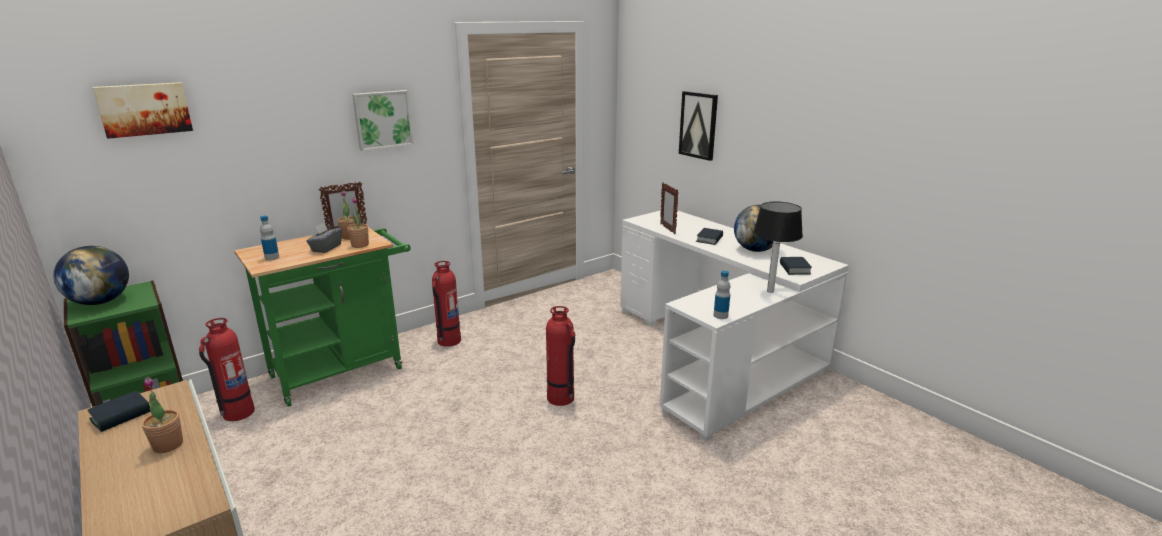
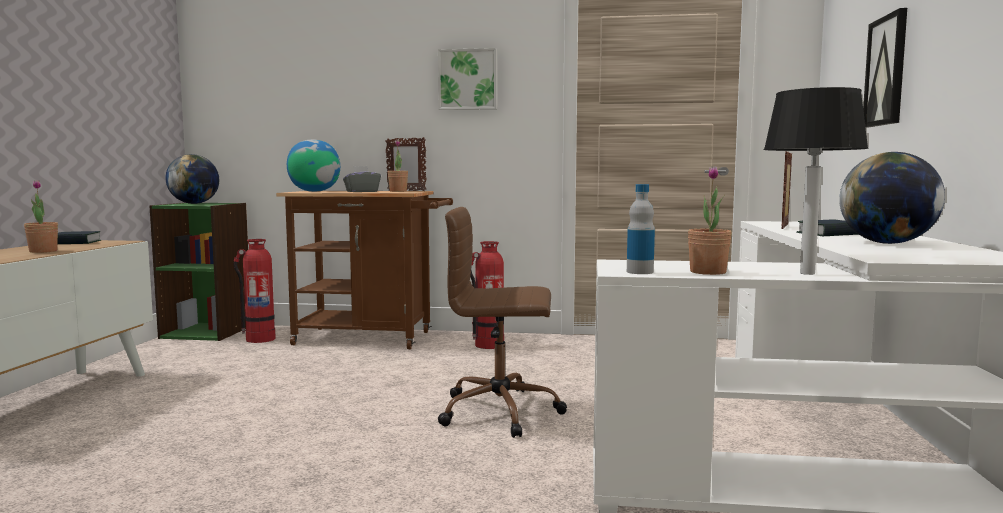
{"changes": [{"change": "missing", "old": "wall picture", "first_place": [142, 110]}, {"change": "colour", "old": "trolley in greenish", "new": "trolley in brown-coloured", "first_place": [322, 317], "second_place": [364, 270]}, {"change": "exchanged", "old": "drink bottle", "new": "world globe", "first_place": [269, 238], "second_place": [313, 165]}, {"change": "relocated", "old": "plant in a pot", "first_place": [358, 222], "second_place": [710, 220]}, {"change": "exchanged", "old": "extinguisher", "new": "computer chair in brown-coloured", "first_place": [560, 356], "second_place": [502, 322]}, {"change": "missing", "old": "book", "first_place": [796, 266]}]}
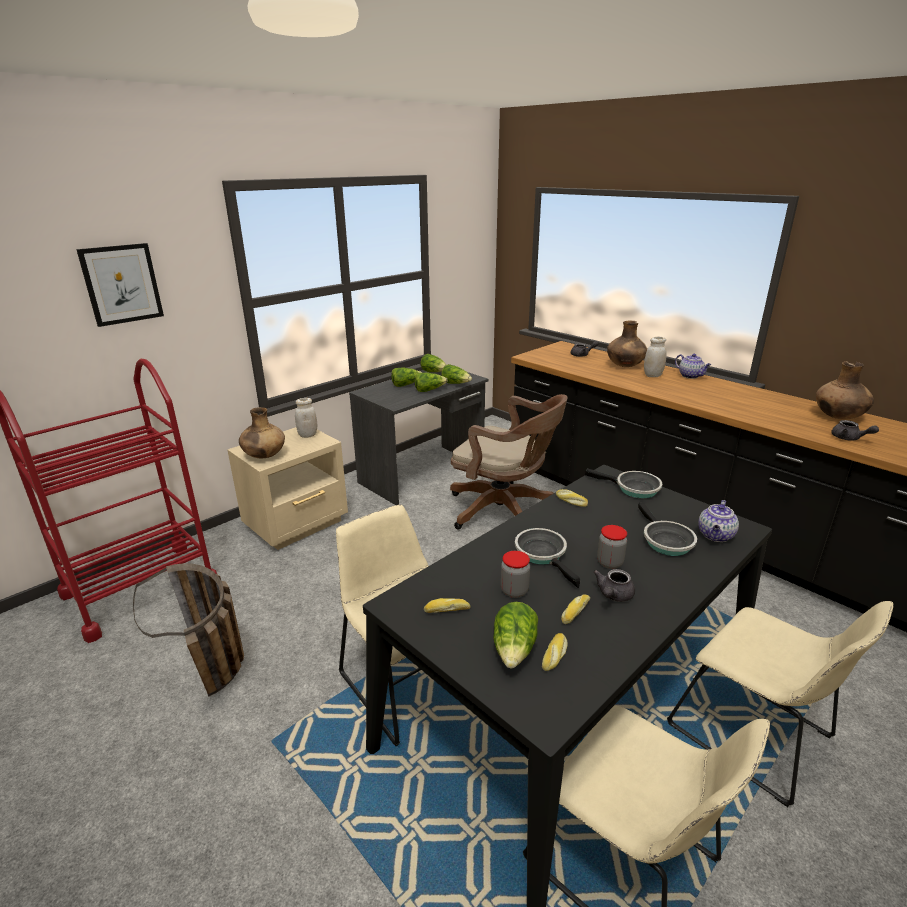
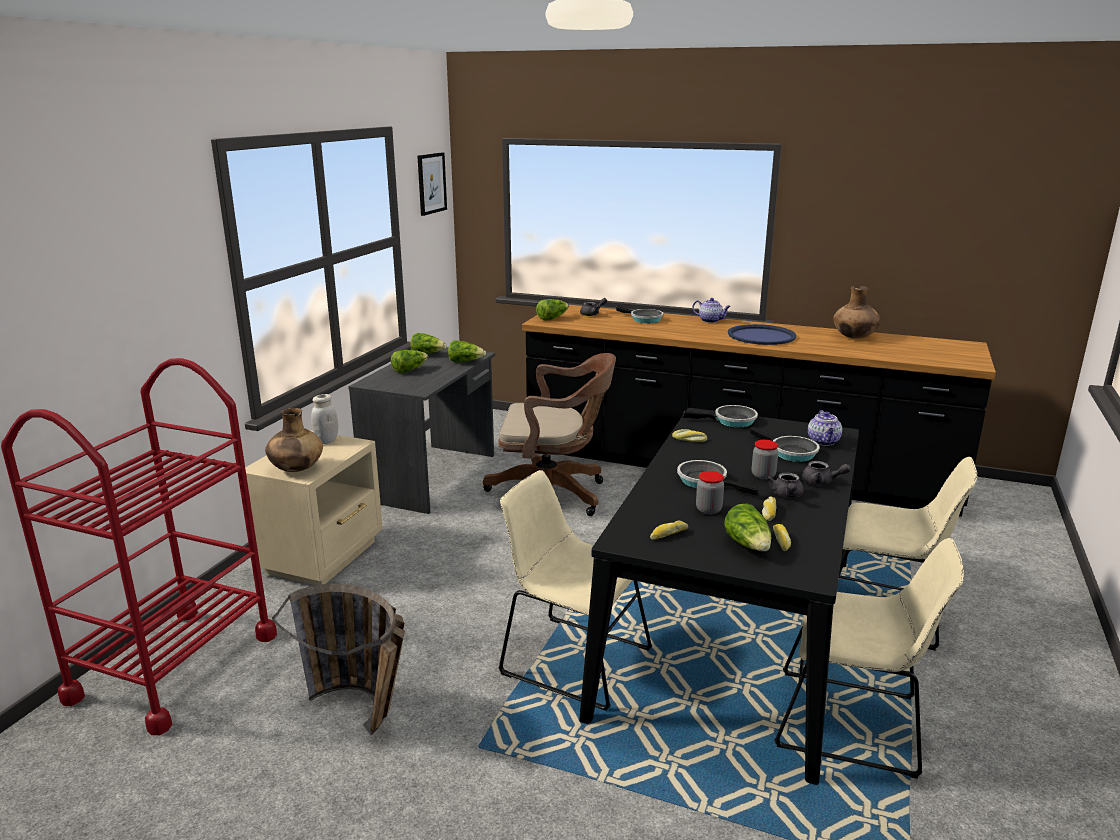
{"changes": [{"change": "relocated", "old": "wall picture", "first_place": [120, 285], "second_place": [432, 184]}, {"change": "relocated", "old": "lettuce head", "first_place": [431, 382], "second_place": [552, 310]}, {"change": "exchanged", "old": "vase in brown-coloured", "new": "frying pan", "first_place": [627, 344], "second_place": [639, 314]}, {"change": "missing", "old": "storage jar in white-coloured", "first_place": [655, 357]}, {"change": "relocated", "old": "pot for tea in grey", "first_place": [855, 430], "second_place": [826, 473]}, {"change": "appeared", "new": "carrying tray in blue-coloured", "second_place": [762, 334]}]}
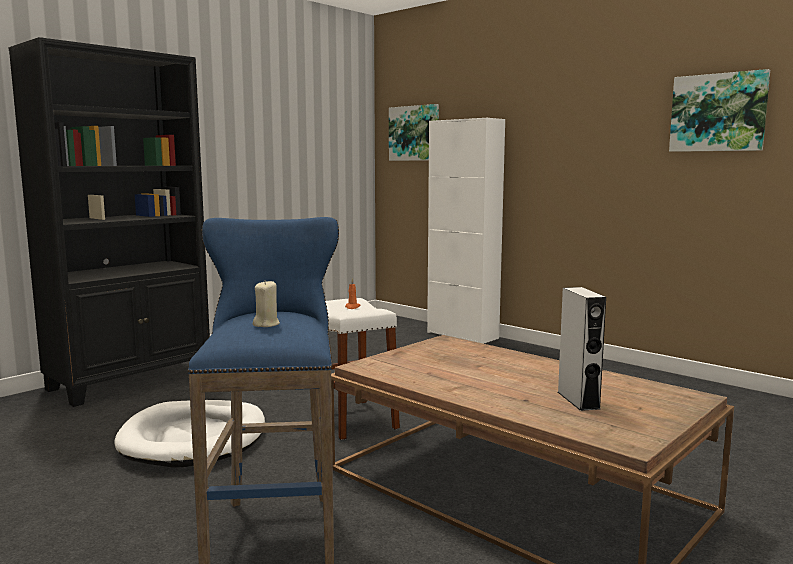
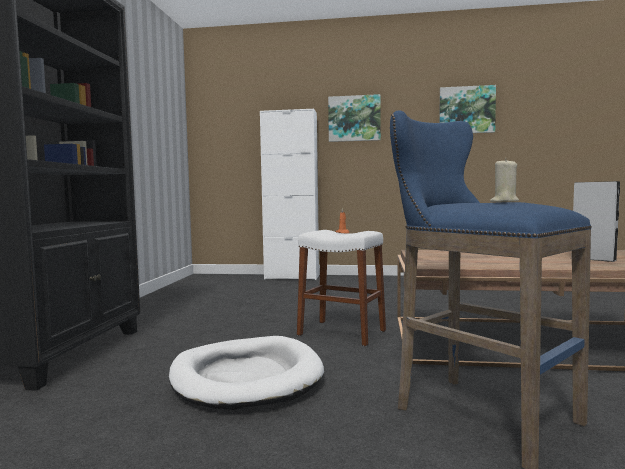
{"changes": [{"change": "relocated", "old": "wall picture", "first_place": [414, 132], "second_place": [354, 118]}]}
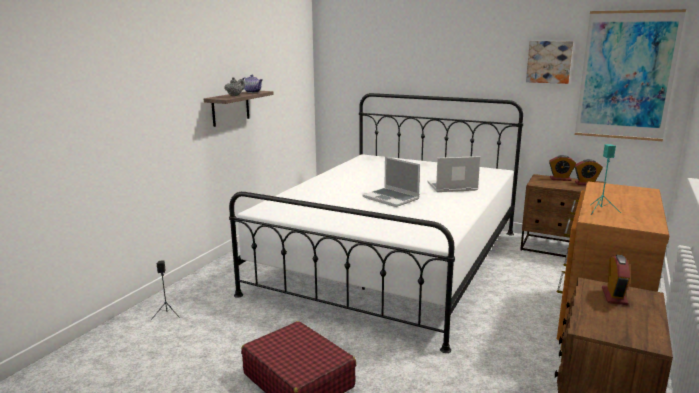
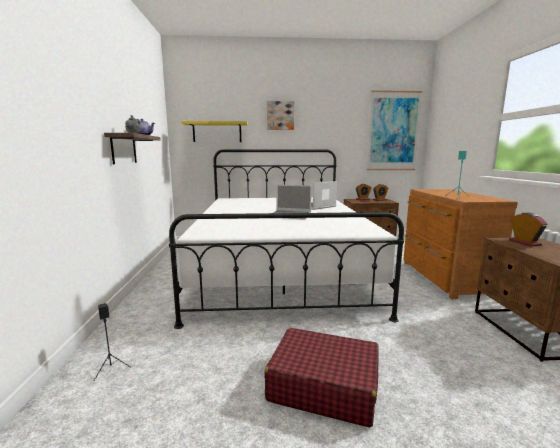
{"changes": [{"change": "relocated", "old": "wall picture", "first_place": [550, 62], "second_place": [280, 115]}, {"change": "appeared", "new": "wall shelf in yellow", "second_place": [214, 131]}]}
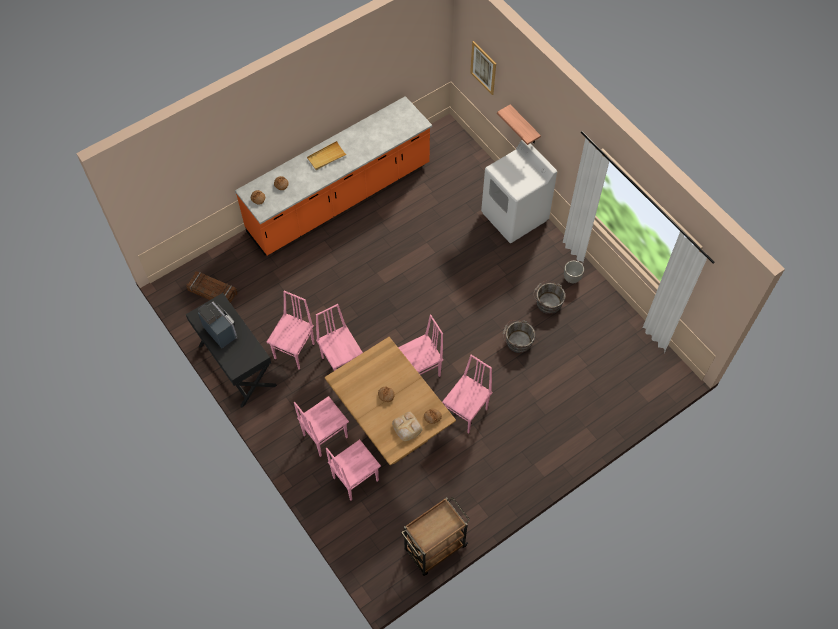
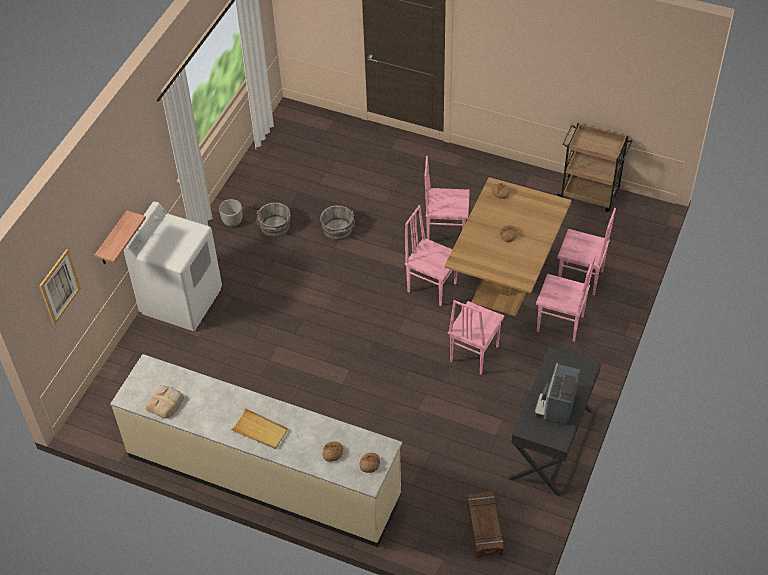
{"changes": [{"change": "colour", "old": "kitchen counter in orange", "new": "kitchen counter in beige", "first_place": [333, 176], "second_place": [256, 450]}, {"change": "missing", "old": "plain chair in pink", "first_place": [291, 330]}, {"change": "relocated", "old": "baked bread", "first_place": [407, 426], "second_place": [164, 402]}]}
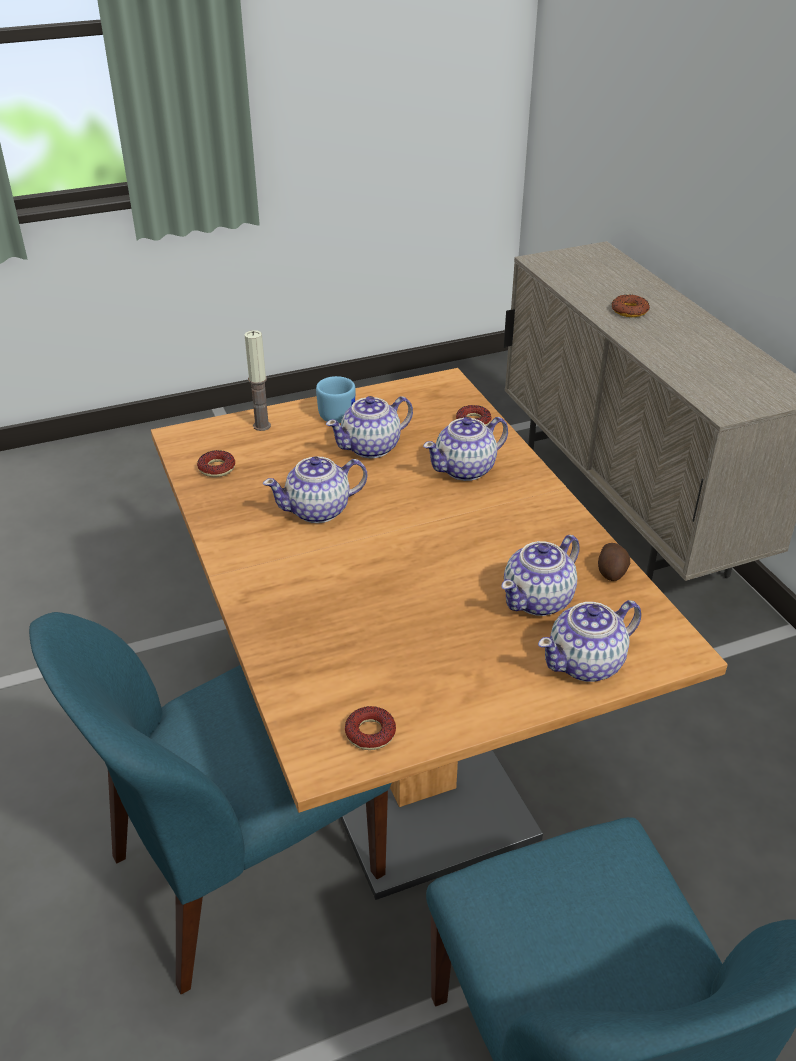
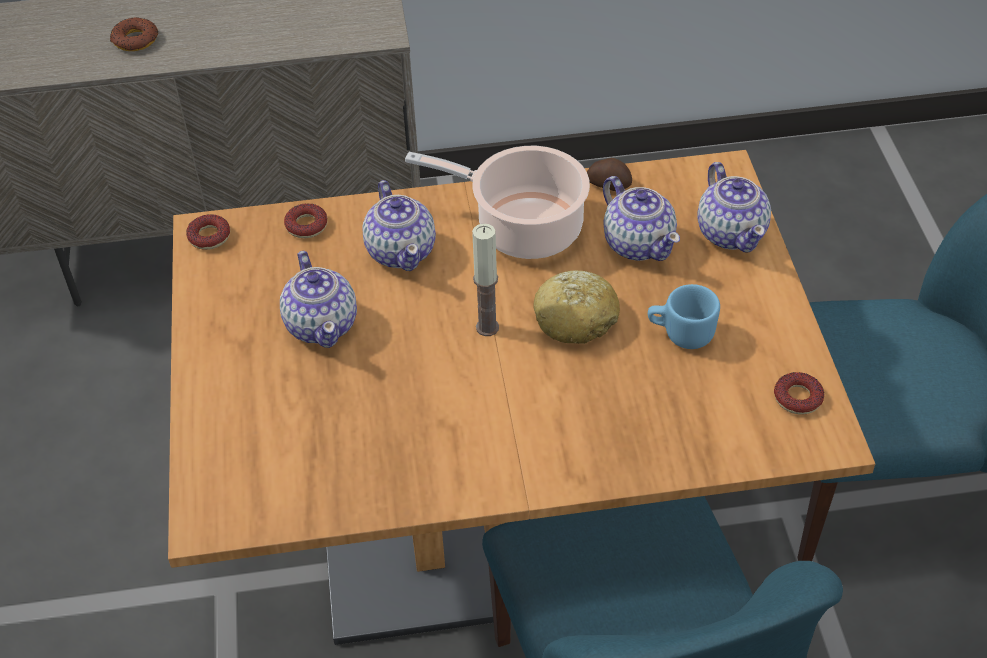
{"changes": [{"change": "relocated", "old": "donut", "first_place": [216, 463], "second_place": [208, 232]}, {"change": "relocated", "old": "wax light", "first_place": [257, 380], "second_place": [485, 279]}, {"change": "missing", "old": "pot for tea", "first_place": [315, 489]}, {"change": "relocated", "old": "tea mug in blue-coloured", "first_place": [336, 399], "second_place": [684, 316]}, {"change": "appeared", "new": "cooking pot", "second_place": [497, 202]}, {"change": "appeared", "new": "baked bread", "second_place": [577, 307]}]}
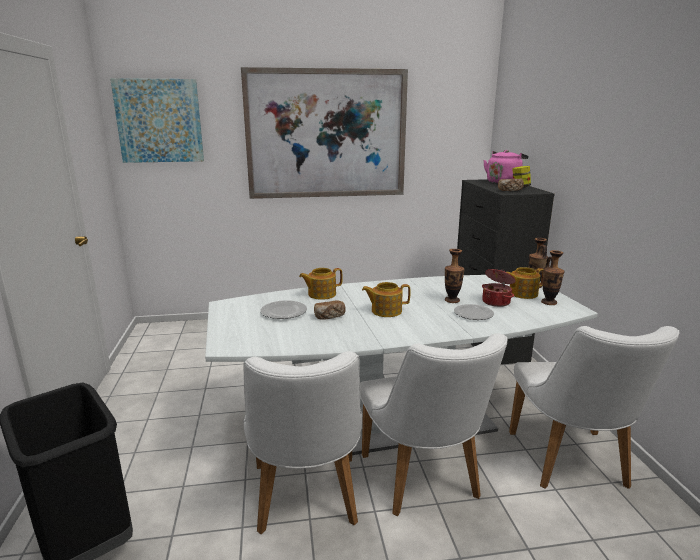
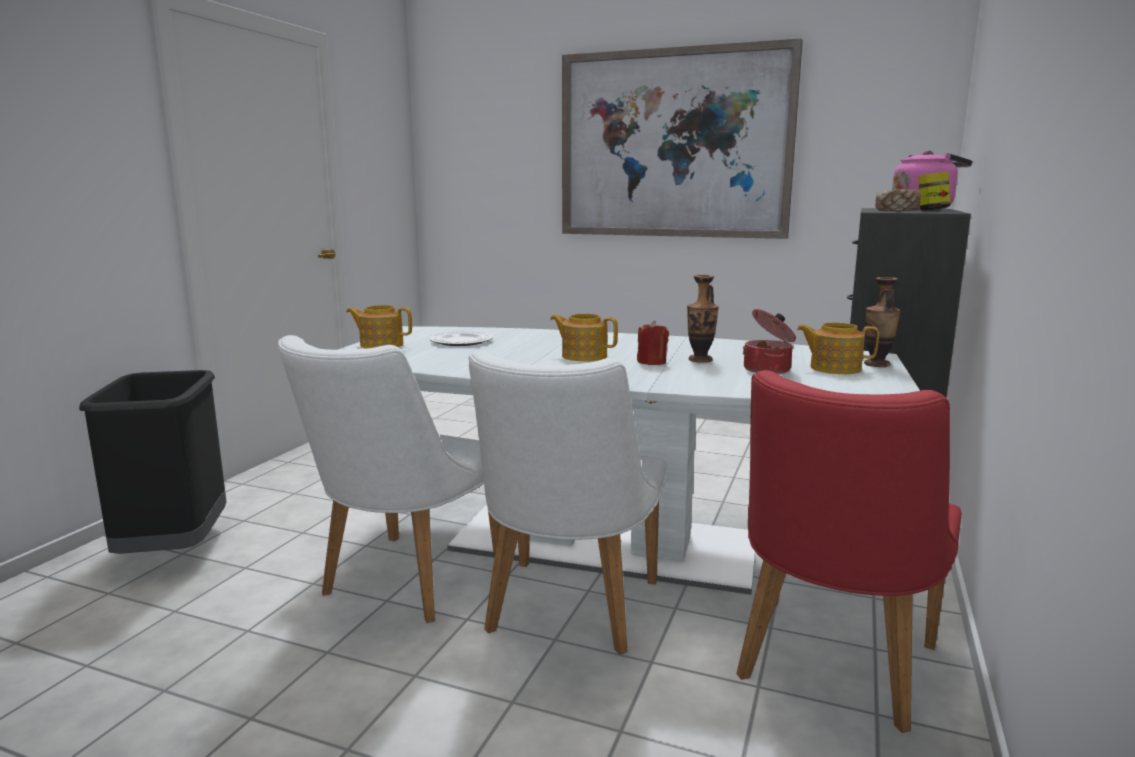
{"changes": [{"change": "missing", "old": "wall picture", "first_place": [157, 120]}, {"change": "relocated", "old": "pot for tea", "first_place": [321, 284], "second_place": [379, 327]}, {"change": "missing", "old": "baked bread", "first_place": [330, 310]}, {"change": "missing", "old": "dinner plate", "first_place": [474, 312]}, {"change": "colour", "old": "plain chair in white-coloured", "new": "plain chair in red-coloured", "first_place": [594, 407], "second_place": [849, 551]}, {"change": "missing", "old": "vase", "first_place": [552, 277]}, {"change": "appeared", "new": "wax light in red-coloured", "second_place": [653, 342]}]}
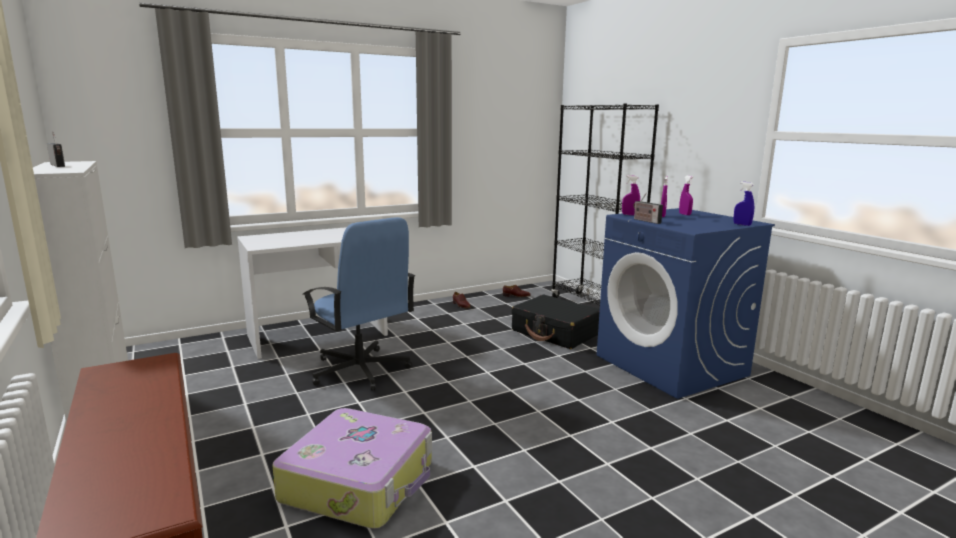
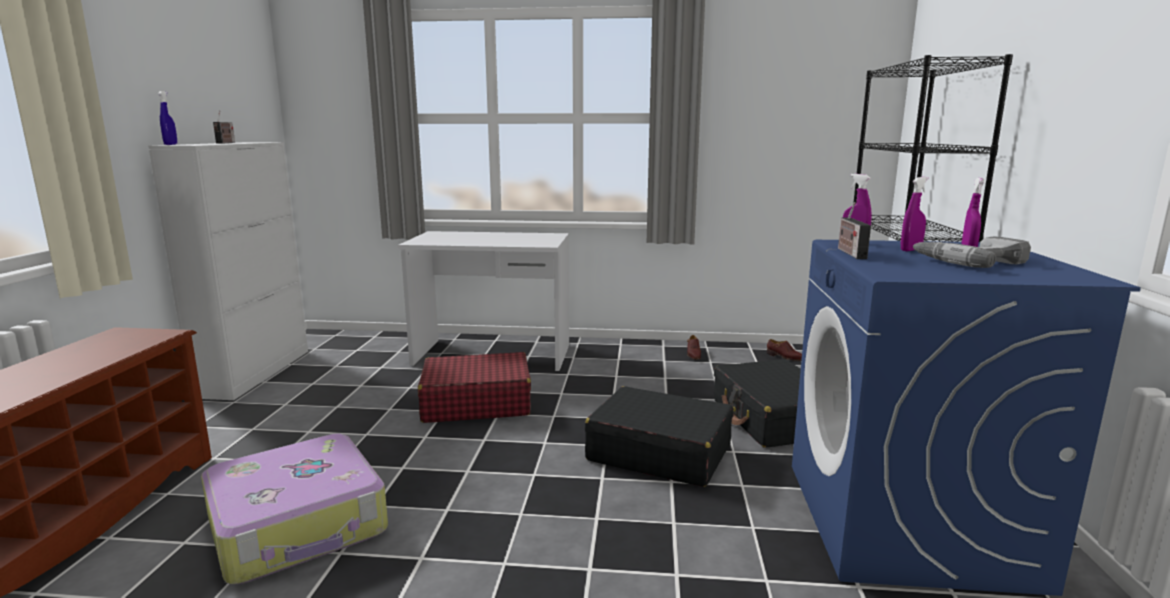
{"changes": [{"change": "exchanged", "old": "computer chair in blue-coloured", "new": "travel case in red-coloured", "first_place": [359, 304], "second_place": [474, 387]}, {"change": "relocated", "old": "spray bottle in blue-coloured", "first_place": [744, 204], "second_place": [167, 118]}, {"change": "appeared", "new": "travel case in black", "second_place": [659, 436]}, {"change": "appeared", "new": "electric drill", "second_place": [972, 252]}]}
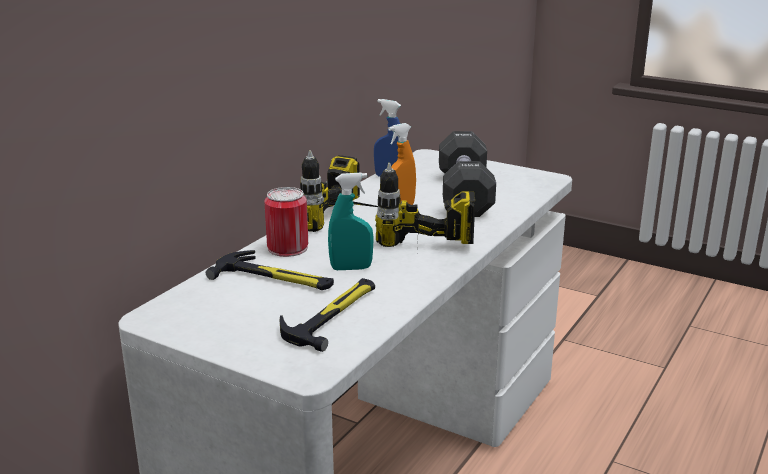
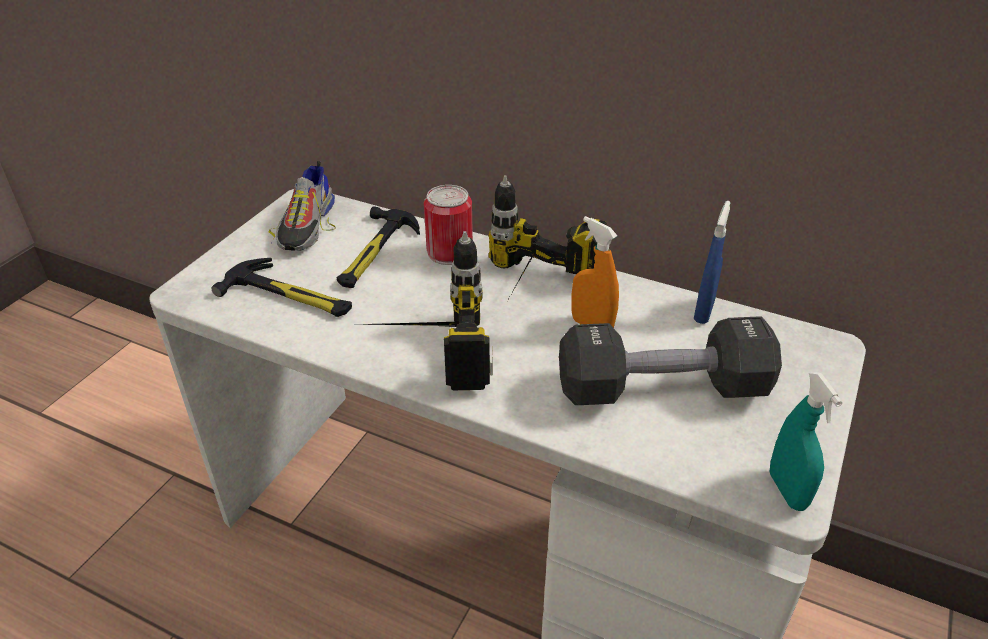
{"changes": [{"change": "relocated", "old": "spray bottle in turquoise", "first_place": [351, 221], "second_place": [805, 441]}, {"change": "appeared", "new": "item of footwear", "second_place": [302, 206]}]}
